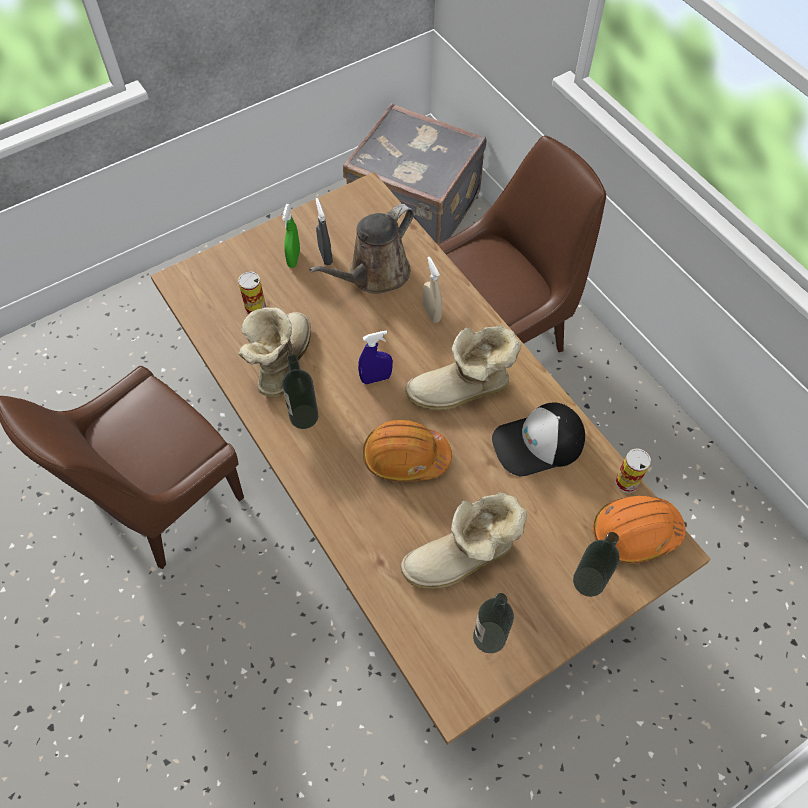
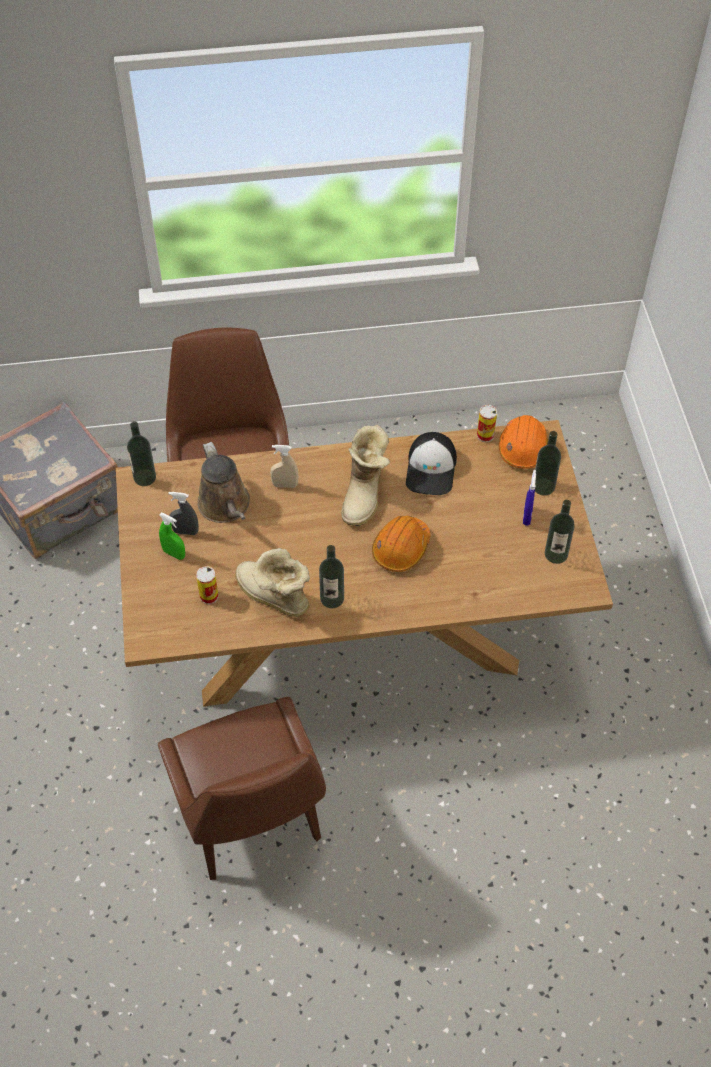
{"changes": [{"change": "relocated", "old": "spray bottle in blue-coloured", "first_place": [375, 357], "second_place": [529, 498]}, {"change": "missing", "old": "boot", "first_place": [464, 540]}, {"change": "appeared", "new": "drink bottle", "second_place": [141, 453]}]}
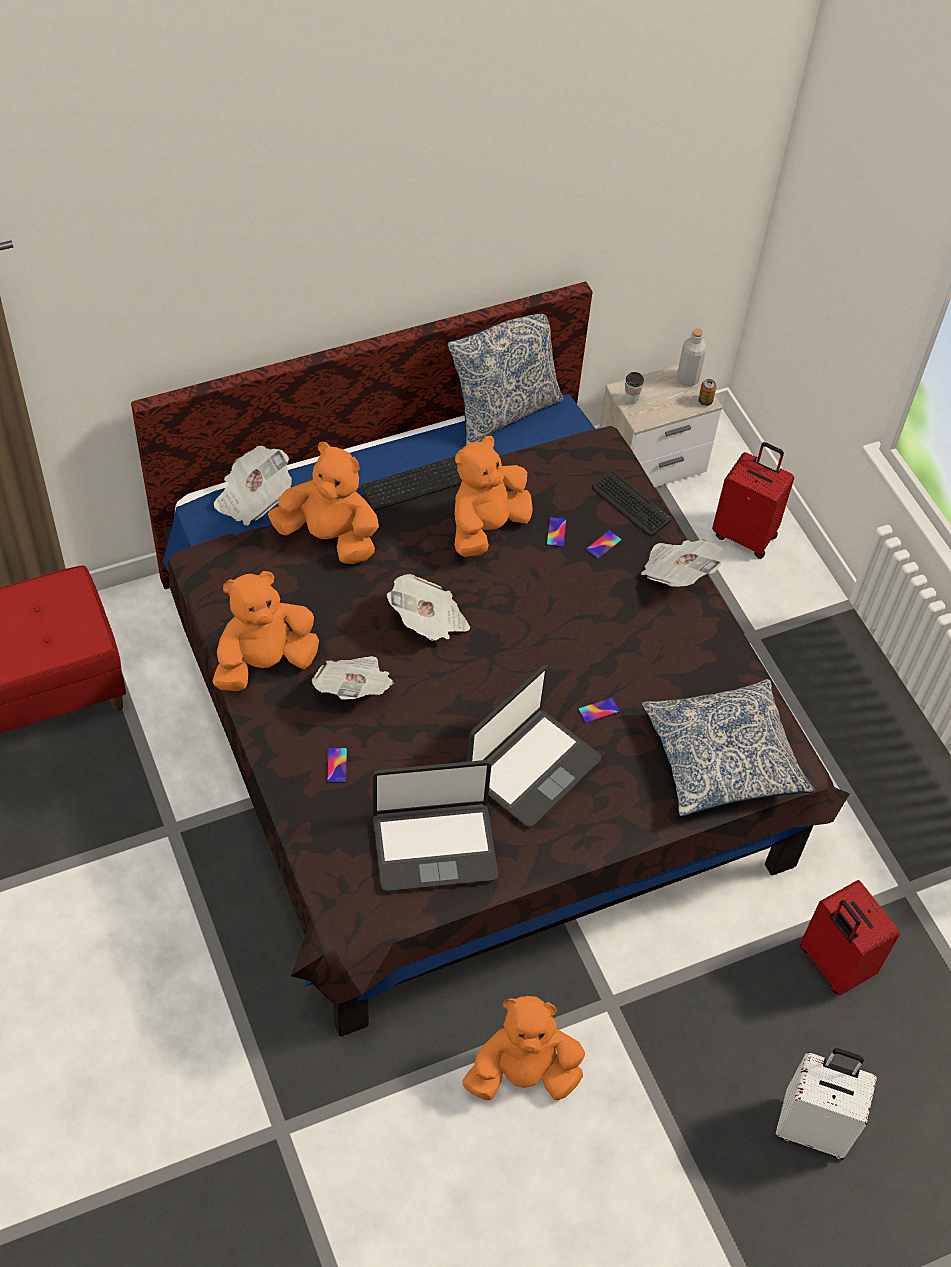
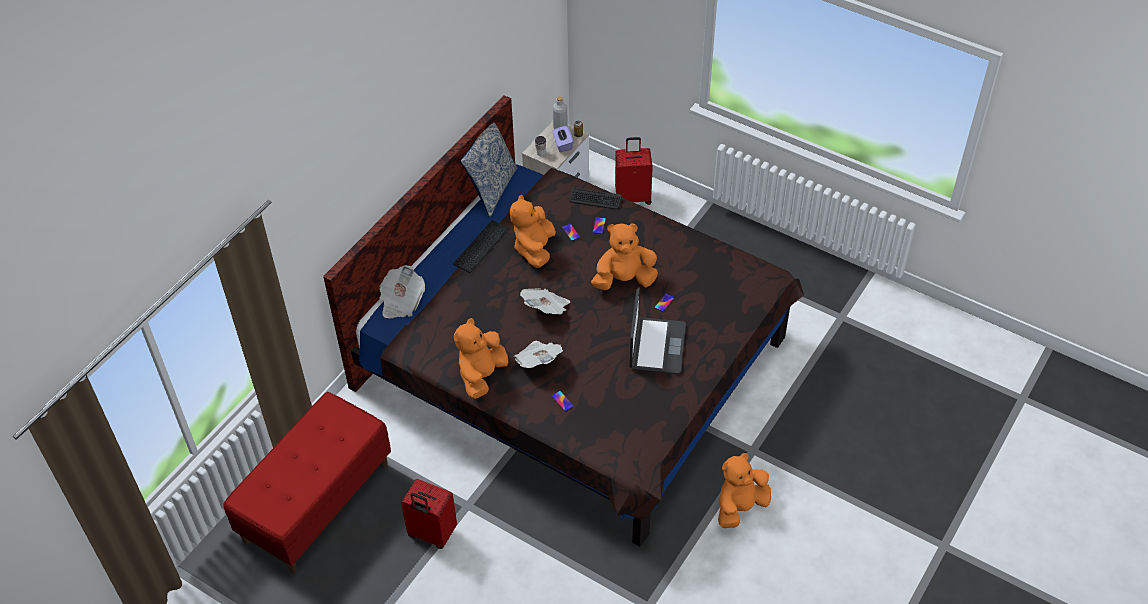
{"changes": [{"change": "relocated", "old": "soft toy in orange", "first_place": [323, 503], "second_place": [624, 256]}, {"change": "missing", "old": "portable computer", "first_place": [435, 825]}, {"change": "missing", "old": "newspaper", "first_place": [682, 563]}, {"change": "missing", "old": "cushion", "first_place": [728, 747]}, {"change": "missing", "old": "travel case in white-coloured", "first_place": [826, 1104]}, {"change": "relocated", "old": "travel case in red-coloured", "first_place": [850, 937], "second_place": [429, 514]}, {"change": "appeared", "new": "tissue box in purplish", "second_place": [563, 138]}]}
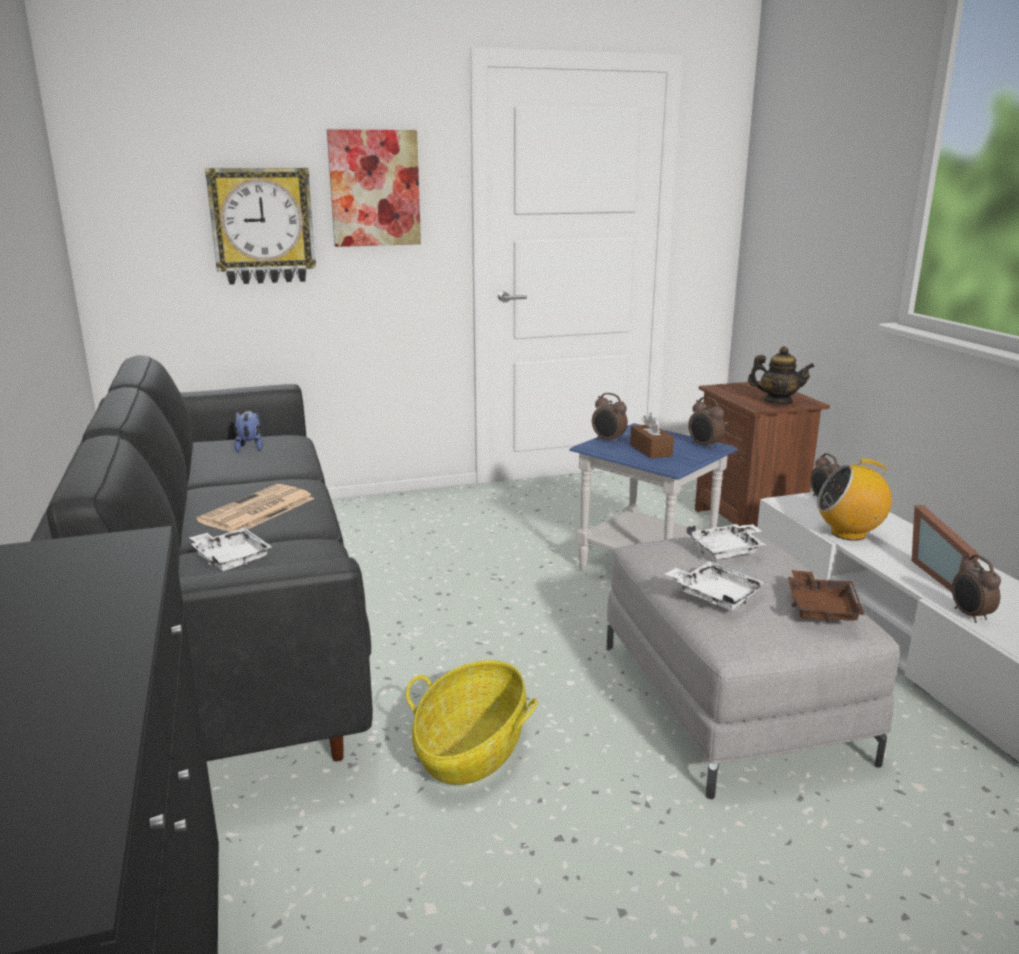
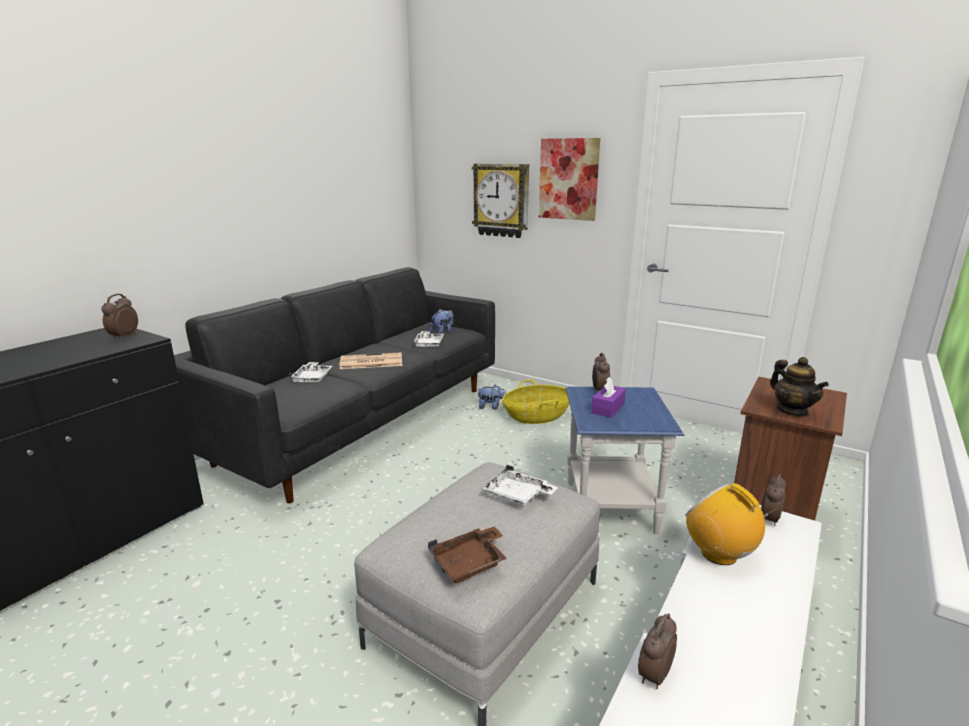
{"changes": [{"change": "relocated", "old": "storage basket", "first_place": [471, 722], "second_place": [535, 402]}, {"change": "colour", "old": "tissue box in brown-coloured", "new": "tissue box in purplish", "first_place": [652, 435], "second_place": [608, 397]}, {"change": "relocated", "old": "carrying tray in white-coloured", "first_place": [715, 586], "second_place": [428, 339]}, {"change": "relocated", "old": "bedside clock", "first_place": [706, 423], "second_place": [119, 317]}, {"change": "missing", "old": "standing frame", "first_place": [945, 548]}, {"change": "appeared", "new": "soft toy", "second_place": [492, 397]}]}
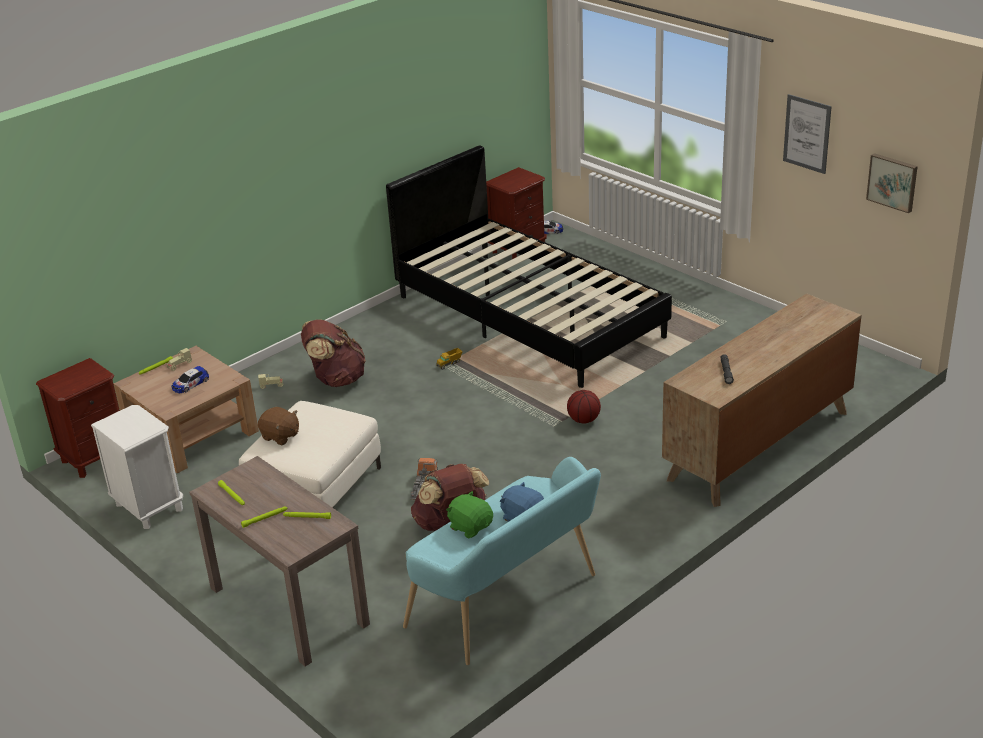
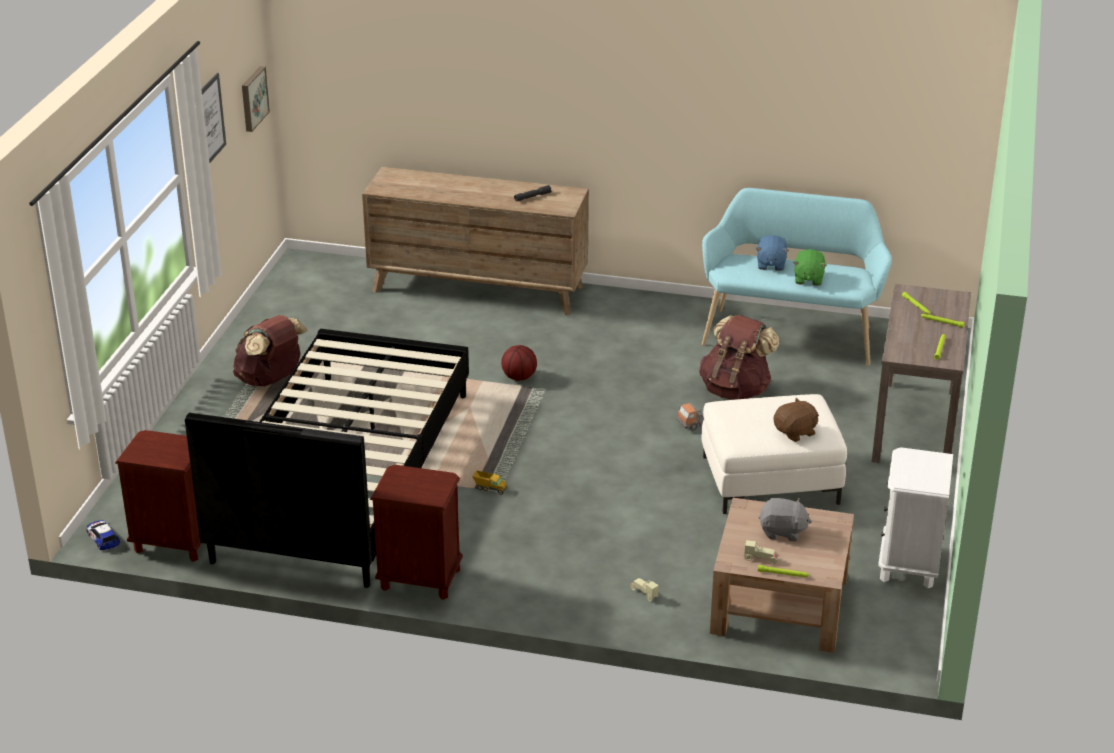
{"changes": [{"change": "relocated", "old": "bedside table in brown-coloured", "first_place": [78, 418], "second_place": [416, 532]}, {"change": "exchanged", "old": "miniature car", "new": "soft toy in grey", "first_place": [190, 379], "second_place": [785, 519]}, {"change": "spun", "old": "soft toy in brown-coloured", "first_place": [278, 426], "second_place": [796, 420], "degrees": 60}, {"change": "relocated", "old": "rucksack in brown-coloured", "first_place": [333, 353], "second_place": [270, 350]}]}
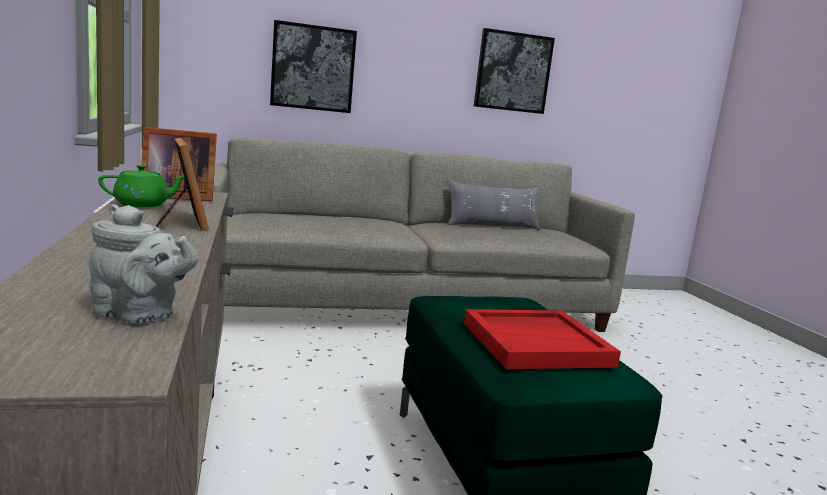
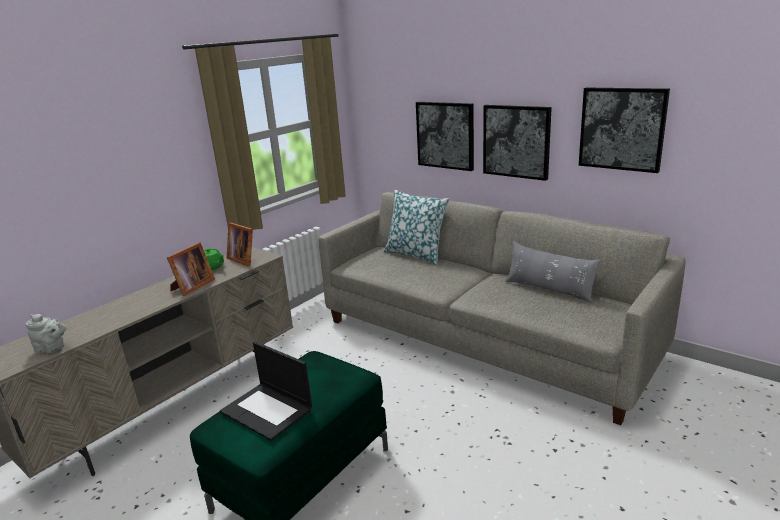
{"changes": [{"change": "spun", "old": "pot for tea in grey", "first_place": [143, 264], "second_place": [46, 333], "degrees": -60}, {"change": "exchanged", "old": "carrying tray in red-coloured", "new": "portable computer", "first_place": [542, 339], "second_place": [266, 391]}, {"change": "appeared", "new": "cushion", "second_place": [416, 227]}, {"change": "appeared", "new": "wall picture", "second_place": [517, 143]}]}
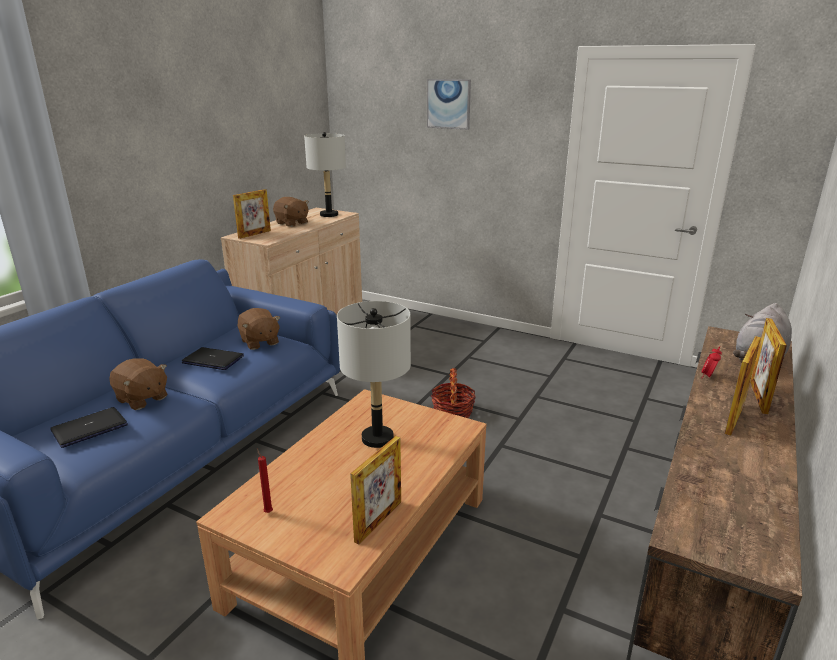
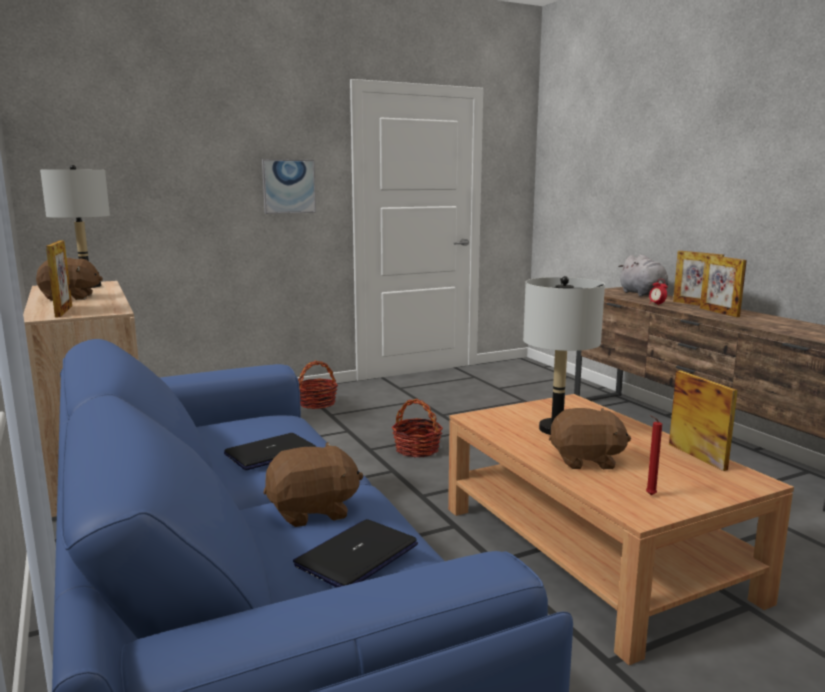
{"changes": [{"change": "spun", "old": "portable computer", "first_place": [89, 427], "second_place": [355, 553], "degrees": 45}, {"change": "relocated", "old": "soft toy in brown-coloured", "first_place": [259, 329], "second_place": [590, 438]}, {"change": "relocated", "old": "wall picture", "first_place": [449, 104], "second_place": [289, 186]}, {"change": "appeared", "new": "storage basket", "second_place": [318, 385]}]}
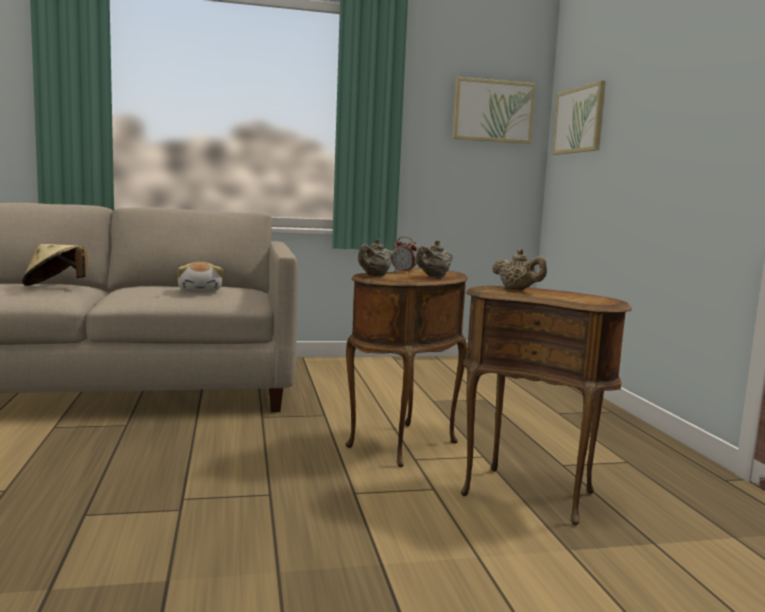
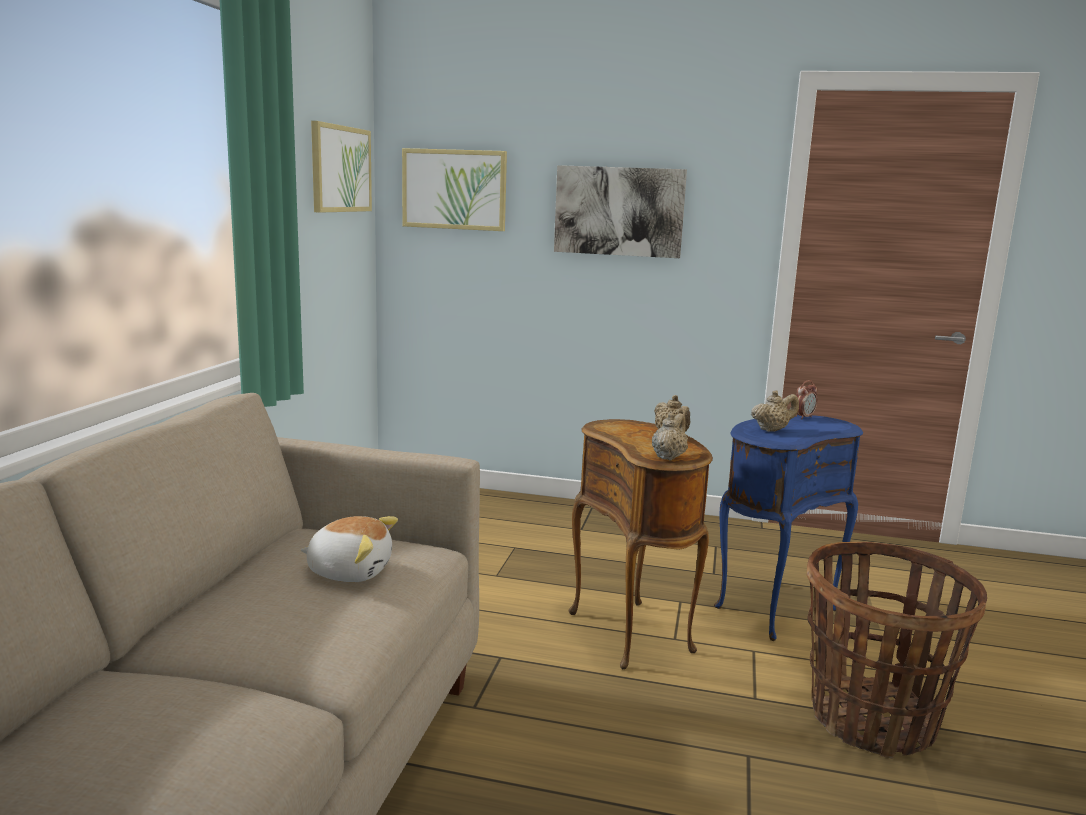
{"changes": [{"change": "missing", "old": "clothing hat in beige", "first_place": [55, 265]}, {"change": "spun", "old": "pot for tea in beige", "first_place": [374, 257], "second_place": [670, 436], "degrees": -120}, {"change": "relocated", "old": "bedside clock", "first_place": [404, 255], "second_place": [806, 399]}, {"change": "colour", "old": "end table in brown-coloured", "new": "end table in blue-coloured", "first_place": [546, 405], "second_place": [788, 528]}, {"change": "appeared", "new": "wall picture", "second_place": [620, 211]}, {"change": "appeared", "new": "storage basket", "second_place": [897, 650]}]}
